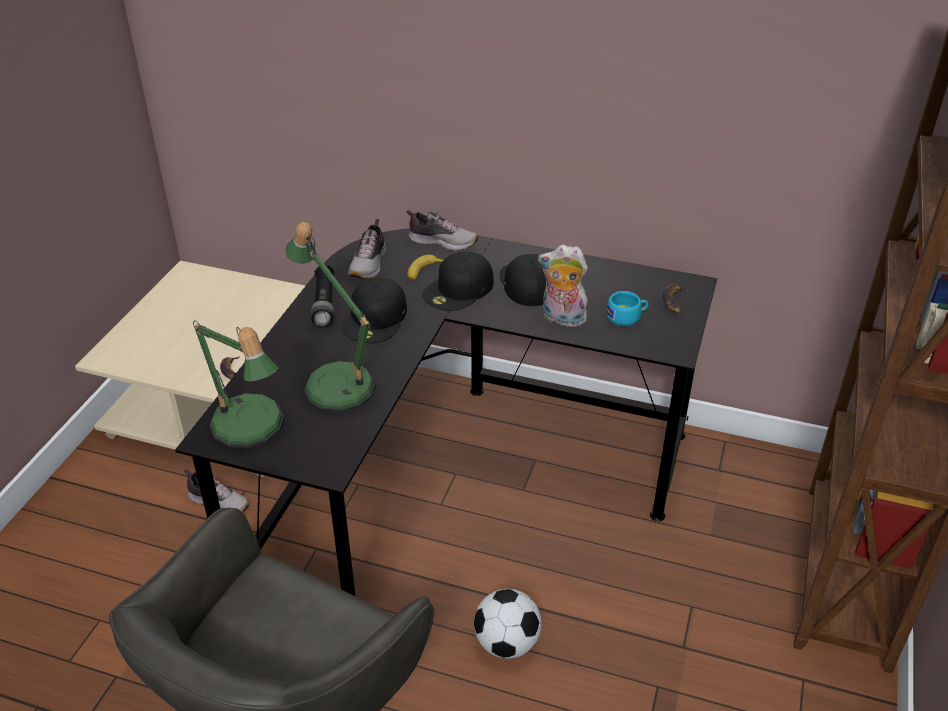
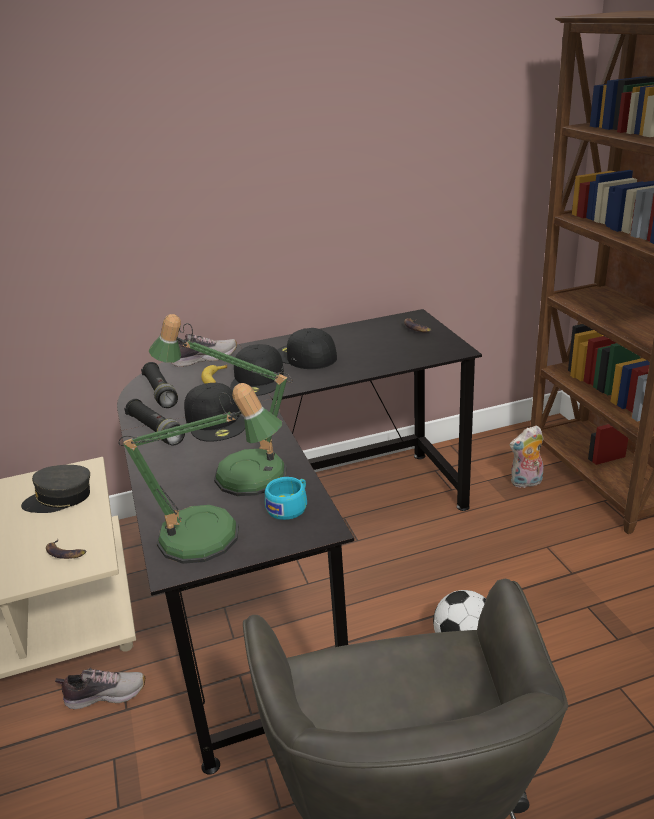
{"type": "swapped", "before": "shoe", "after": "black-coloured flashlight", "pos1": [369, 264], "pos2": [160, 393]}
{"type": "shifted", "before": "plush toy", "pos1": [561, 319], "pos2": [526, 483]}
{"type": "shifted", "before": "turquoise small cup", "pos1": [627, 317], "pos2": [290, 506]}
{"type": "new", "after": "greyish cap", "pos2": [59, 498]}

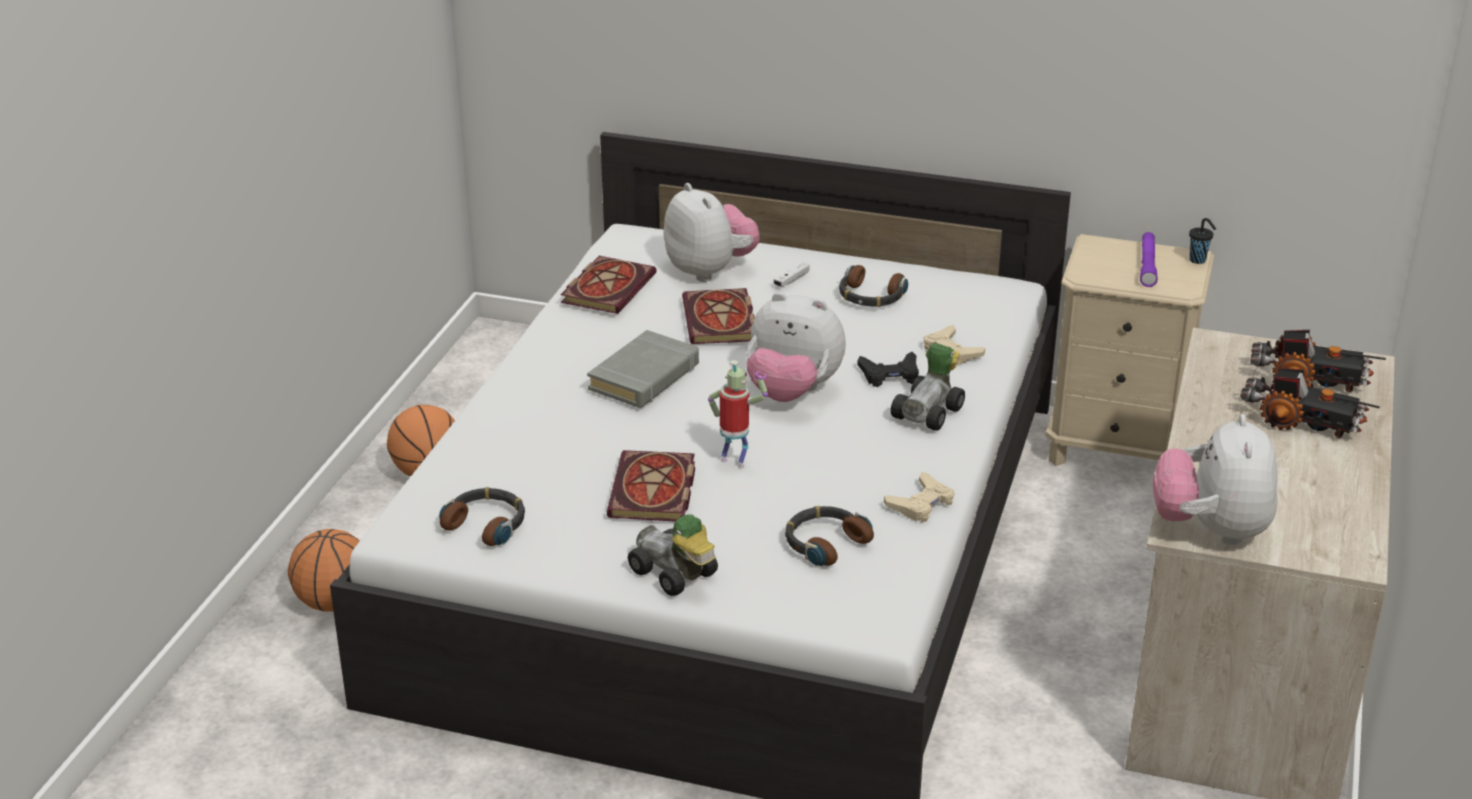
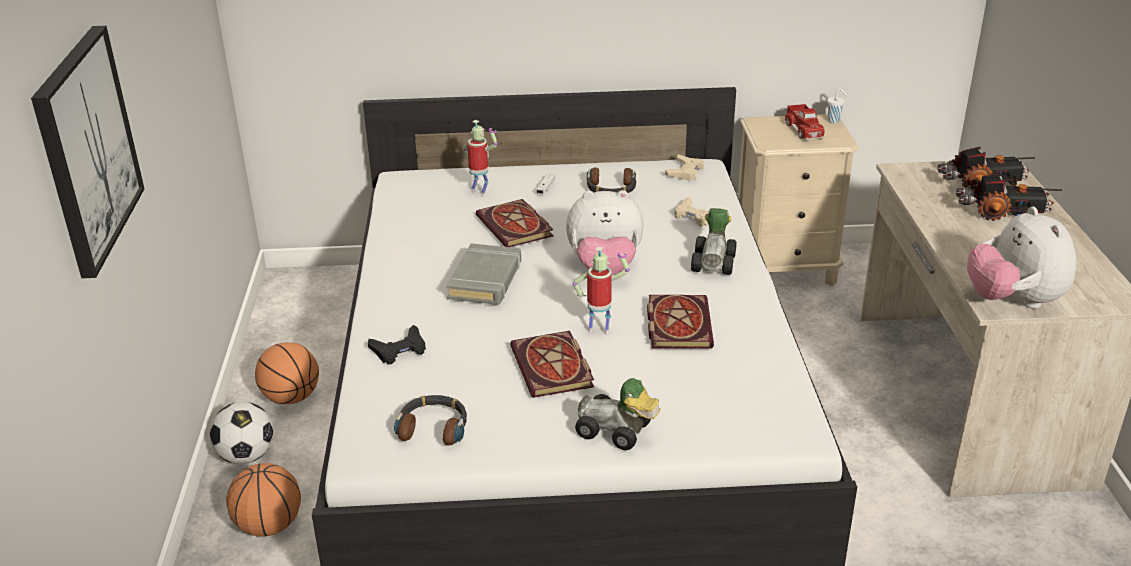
{"type": "shifted", "before": "book", "pos1": [607, 287], "pos2": [677, 324]}
{"type": "swapped", "before": "plush toy", "after": "toy robot", "pos1": [710, 271], "pos2": [480, 192]}
{"type": "gone", "before": "headphones", "pos1": [825, 542]}
{"type": "shifted", "before": "black-coloured game controller", "pos1": [890, 375], "pos2": [399, 350]}
{"type": "shifted", "before": "beige game controller", "pos1": [921, 504], "pos2": [685, 172]}
{"type": "swapped", "before": "purplish flashlight", "after": "model truck", "pos1": [1147, 265], "pos2": [804, 130]}
{"type": "repainted", "before": "black-coloured small cup", "after": "white-coloured small cup", "pos1": [1198, 260], "pos2": [834, 121]}
{"type": "new", "after": "wall art", "pos2": [87, 149]}
{"type": "new", "after": "football", "pos2": [246, 456]}

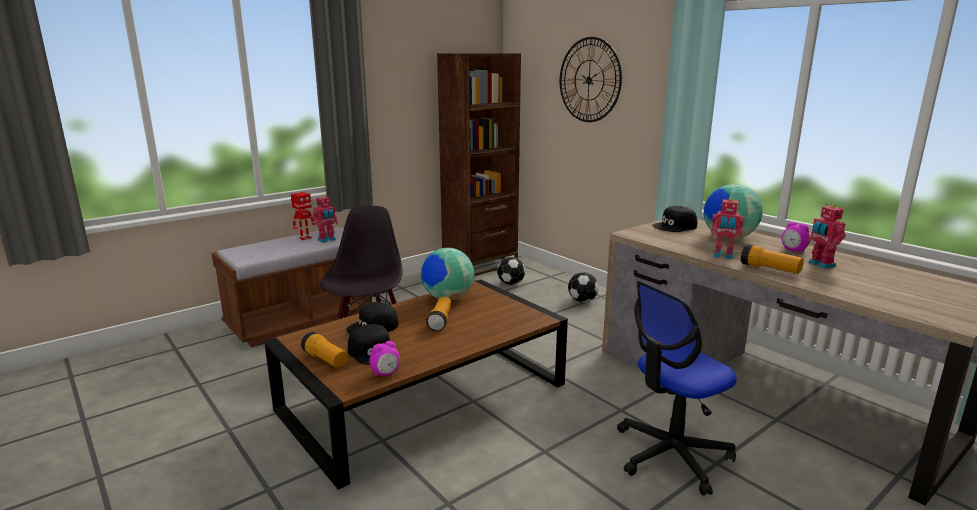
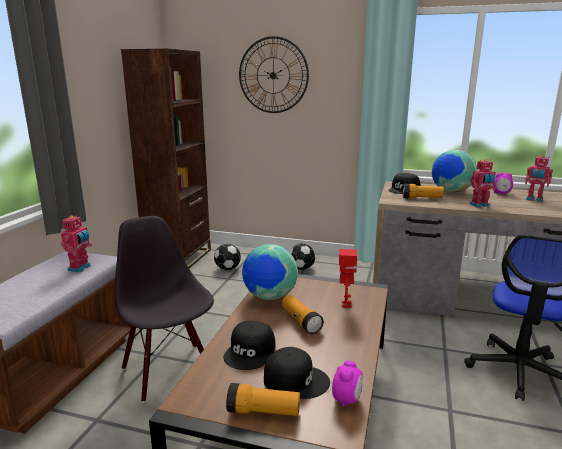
{"type": "shifted", "before": "toy robot", "pos1": [305, 238], "pos2": [345, 304]}
{"type": "shifted", "before": "flashlight", "pos1": [770, 269], "pos2": [422, 198]}

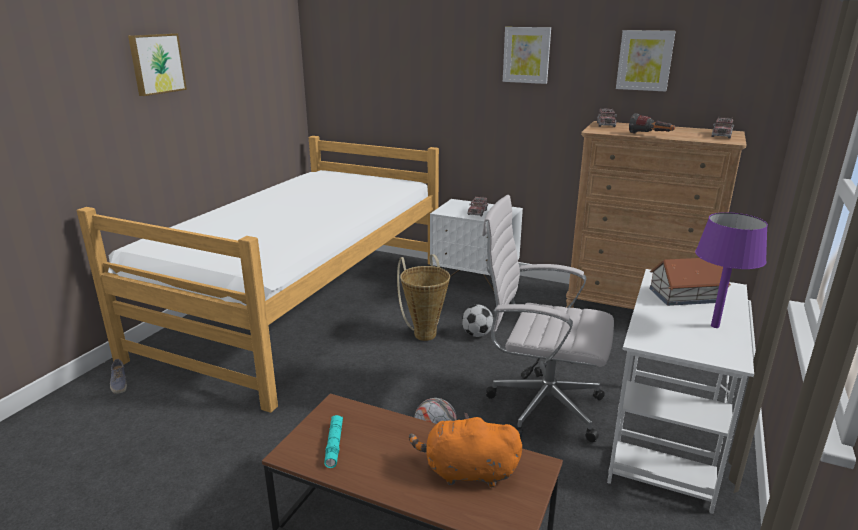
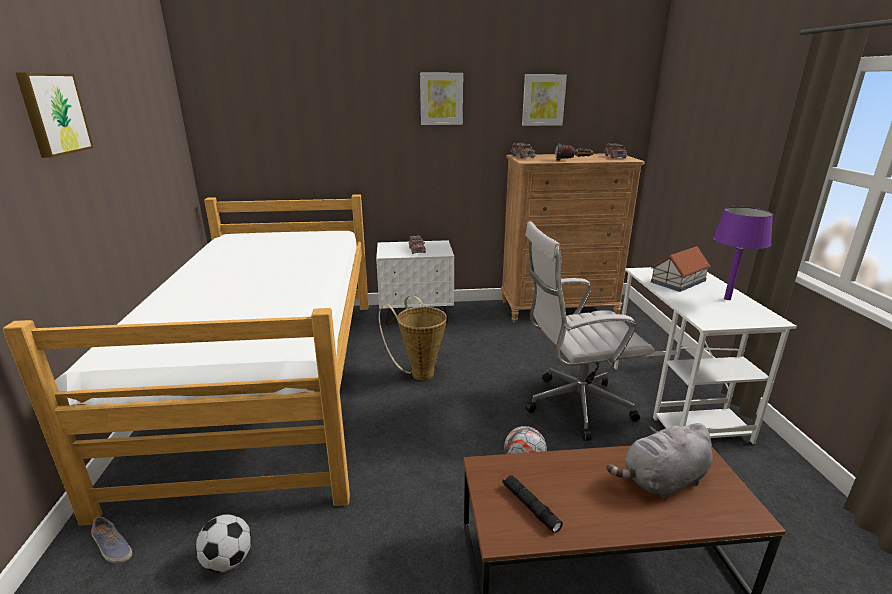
{"type": "repainted", "before": "turquoise flashlight", "after": "black-coloured flashlight", "pos1": [334, 444], "pos2": [530, 507]}
{"type": "repainted", "before": "orange-coloured plush toy", "after": "greyish plush toy", "pos1": [466, 472], "pos2": [662, 481]}
{"type": "shifted", "before": "football", "pos1": [477, 334], "pos2": [228, 561]}

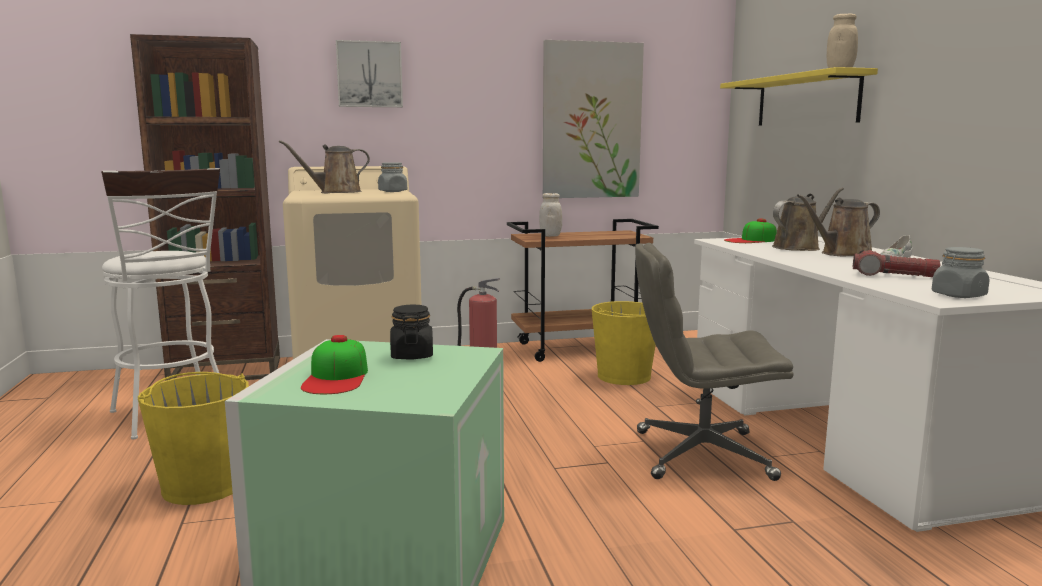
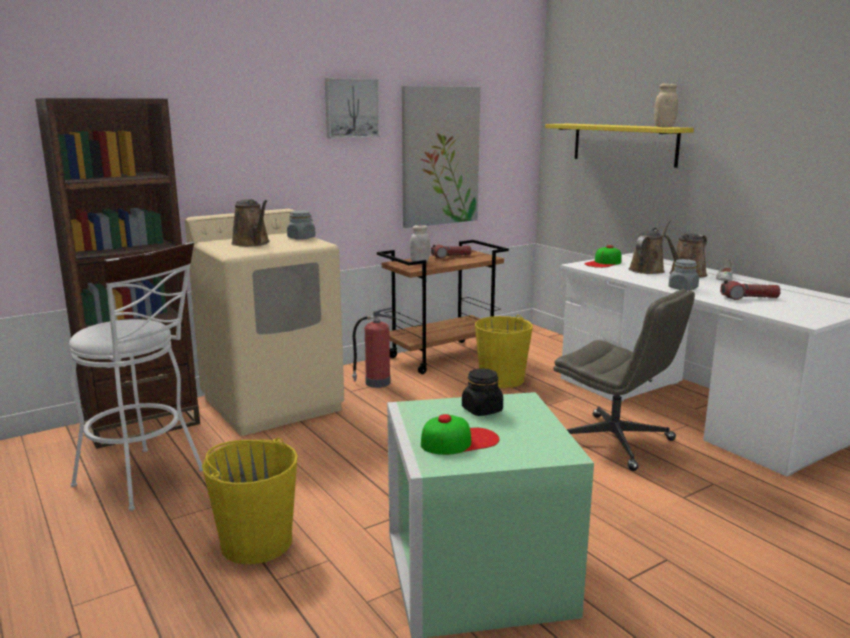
{"type": "rotated", "before": "brownish watering can", "pos1": [336, 192], "pos2": [252, 243], "turn": -75}
{"type": "rotated", "before": "cap", "pos1": [336, 377], "pos2": [459, 441], "turn": -90}
{"type": "shifted", "before": "wall art", "pos1": [369, 74], "pos2": [351, 108]}
{"type": "rotated", "before": "greyish desk chair", "pos1": [700, 455], "pos2": [615, 442], "turn": -120}
{"type": "shifted", "before": "greyish storage jar", "pos1": [958, 295], "pos2": [683, 288]}
{"type": "new", "after": "flashlight", "pos2": [451, 256]}

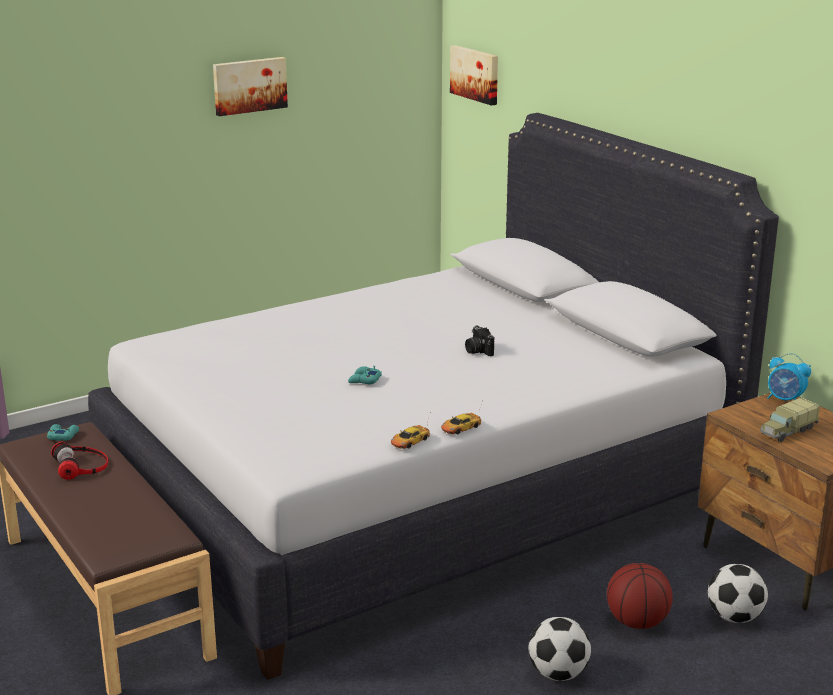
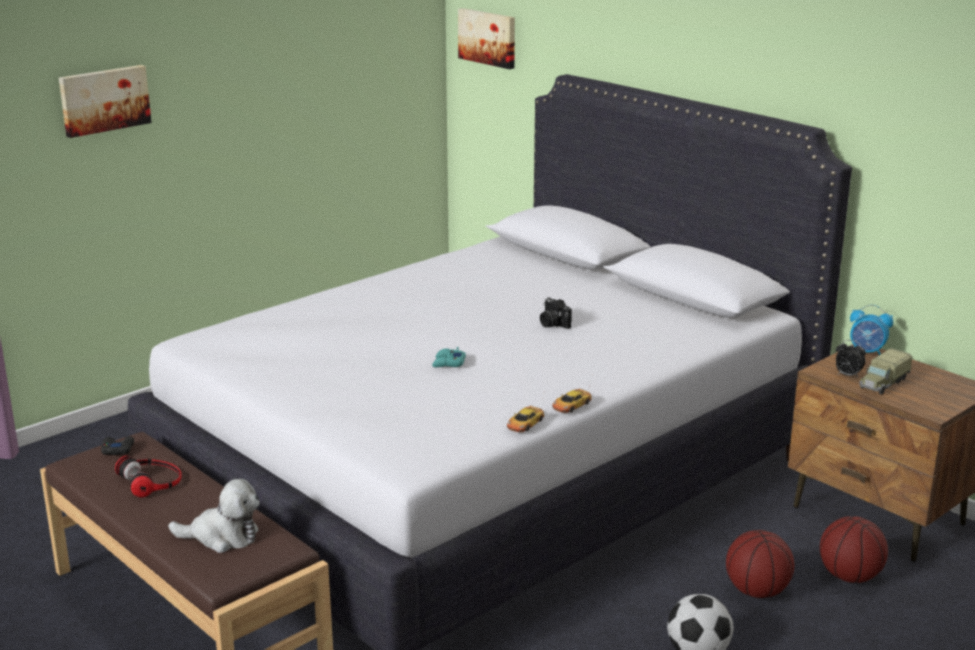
{"type": "repainted", "before": "turquoise game controller", "after": "black-coloured game controller", "pos1": [63, 436], "pos2": [117, 449]}
{"type": "shifted", "before": "wall art", "pos1": [249, 85], "pos2": [104, 100]}
{"type": "swapped", "before": "football", "after": "basketball ball", "pos1": [734, 617], "pos2": [849, 576]}
{"type": "new", "after": "plush toy", "pos2": [222, 536]}
{"type": "new", "after": "alarm clock", "pos2": [847, 375]}

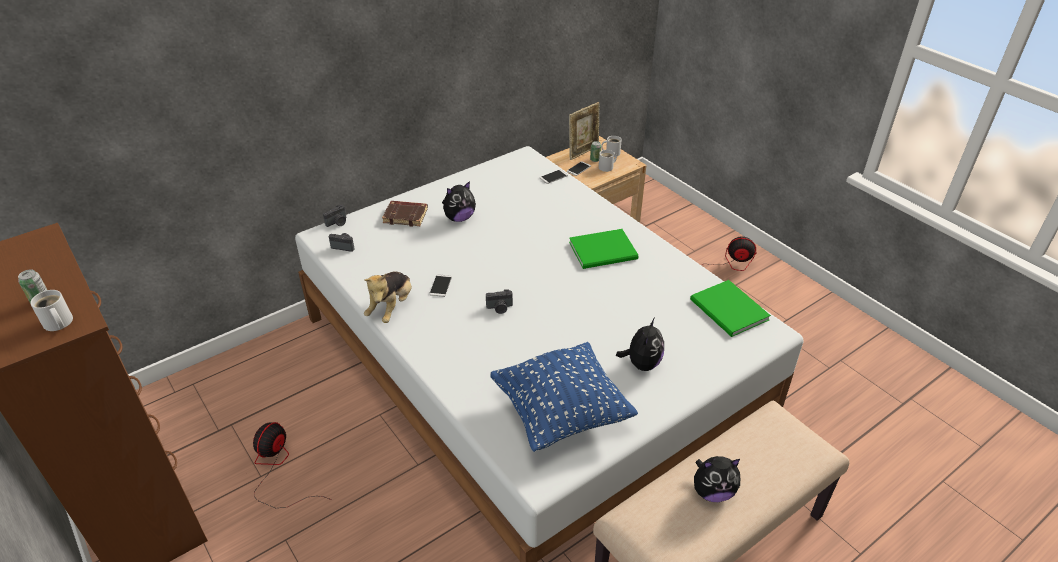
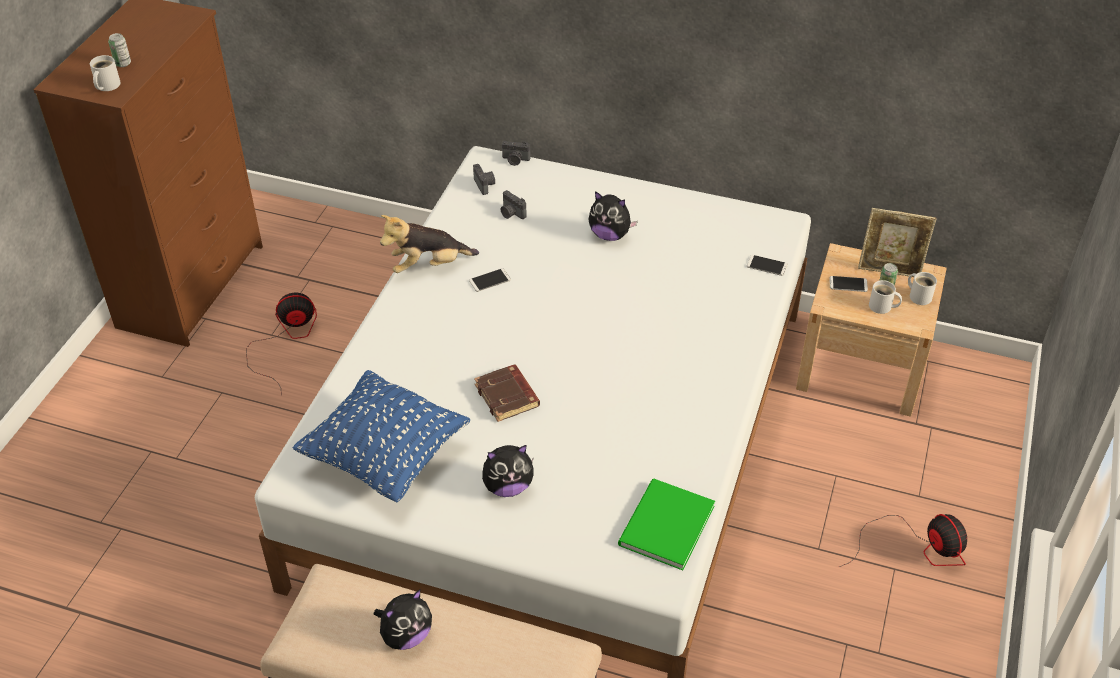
{"type": "shifted", "before": "brownish book", "pos1": [406, 216], "pos2": [508, 396]}
{"type": "shifted", "before": "still camera", "pos1": [499, 308], "pos2": [511, 213]}
{"type": "gone", "before": "green book", "pos1": [605, 251]}
{"type": "rotated", "before": "plush toy", "pos1": [712, 492], "pos2": [406, 636], "turn": -90}

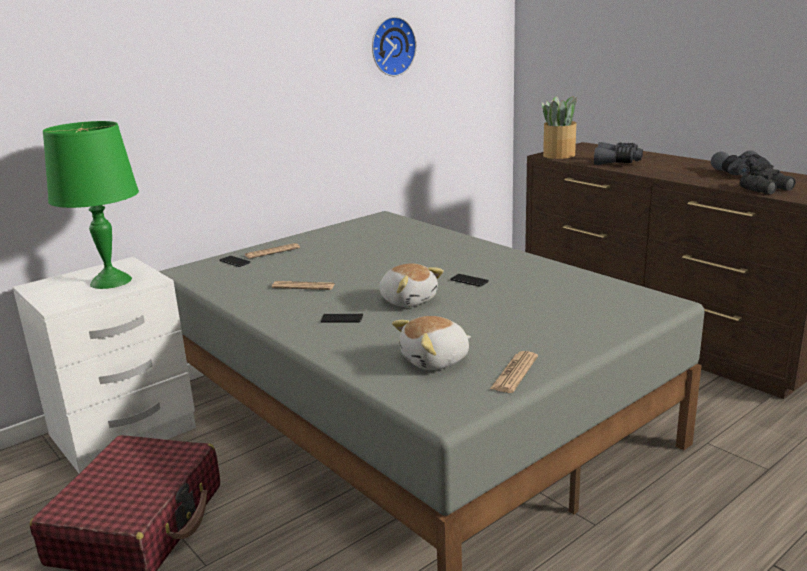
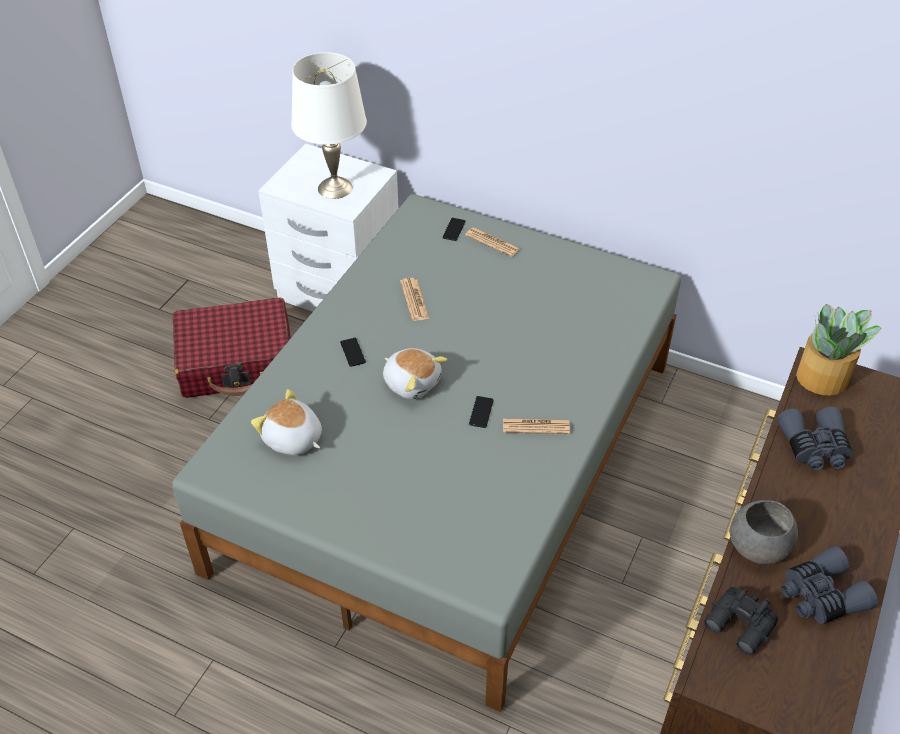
{"type": "repainted", "before": "green tabletop lamp", "after": "white-coloured tabletop lamp", "pos1": [111, 281], "pos2": [335, 188]}
{"type": "gone", "before": "wall clock", "pos1": [391, 46]}
{"type": "rotated", "before": "plush toy", "pos1": [408, 300], "pos2": [412, 382], "turn": -75}
{"type": "shifted", "before": "newspaper", "pos1": [514, 373], "pos2": [536, 426]}
{"type": "new", "after": "greyish serving bowl", "pos2": [759, 545]}

